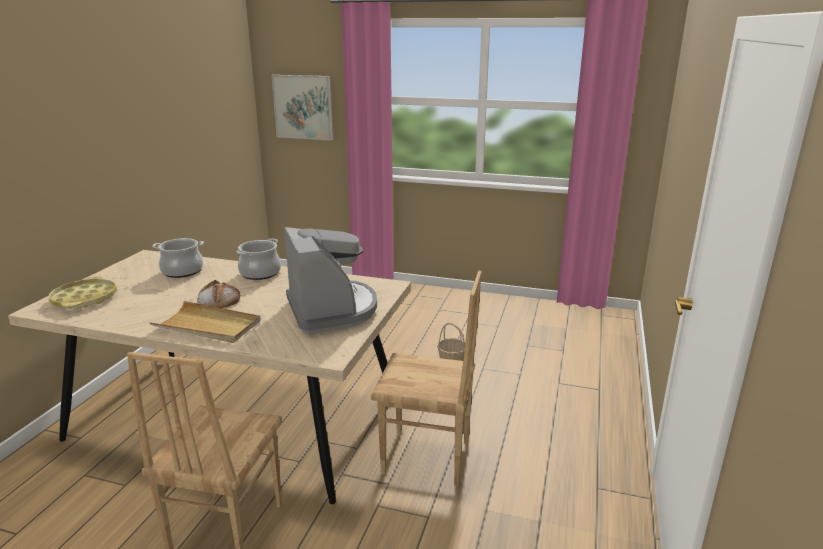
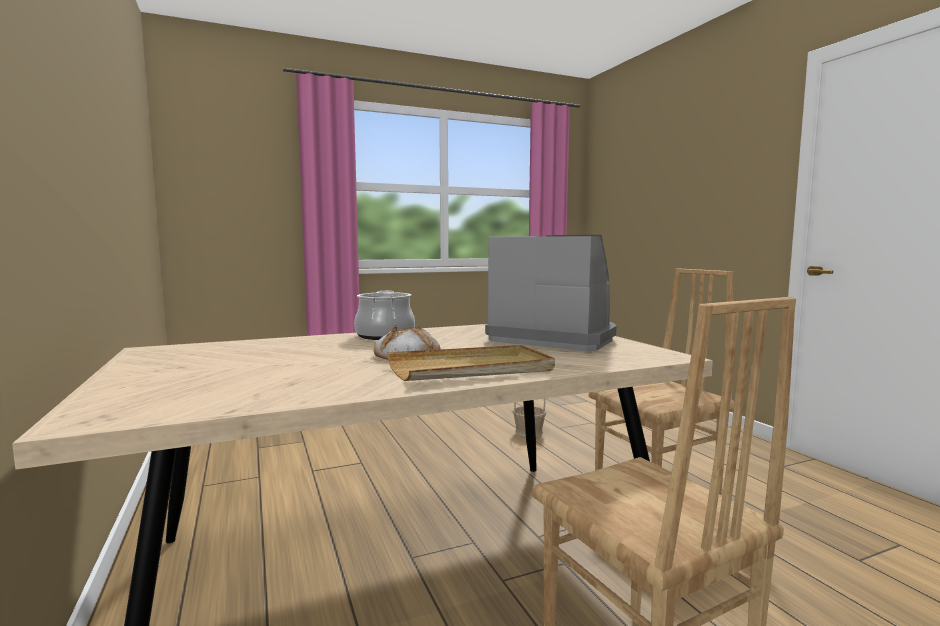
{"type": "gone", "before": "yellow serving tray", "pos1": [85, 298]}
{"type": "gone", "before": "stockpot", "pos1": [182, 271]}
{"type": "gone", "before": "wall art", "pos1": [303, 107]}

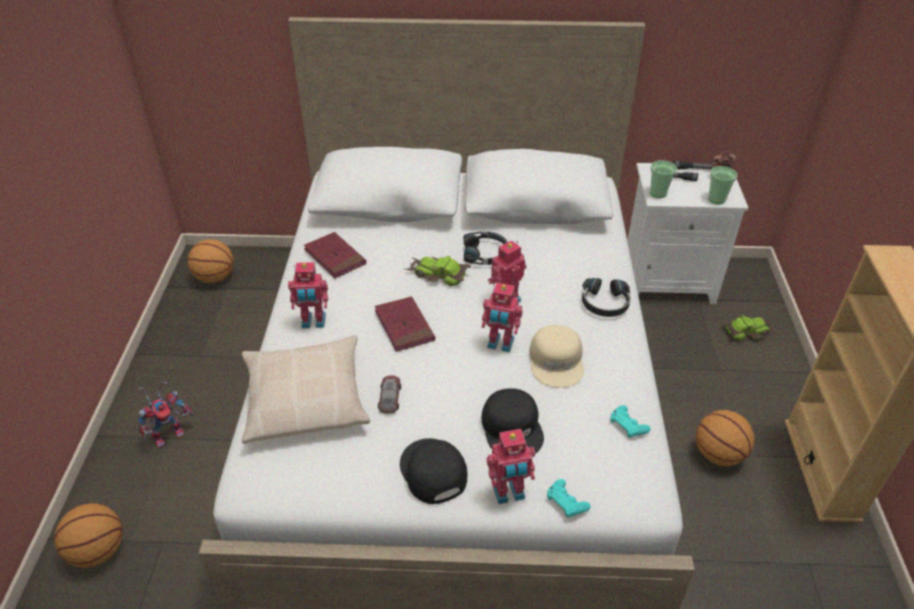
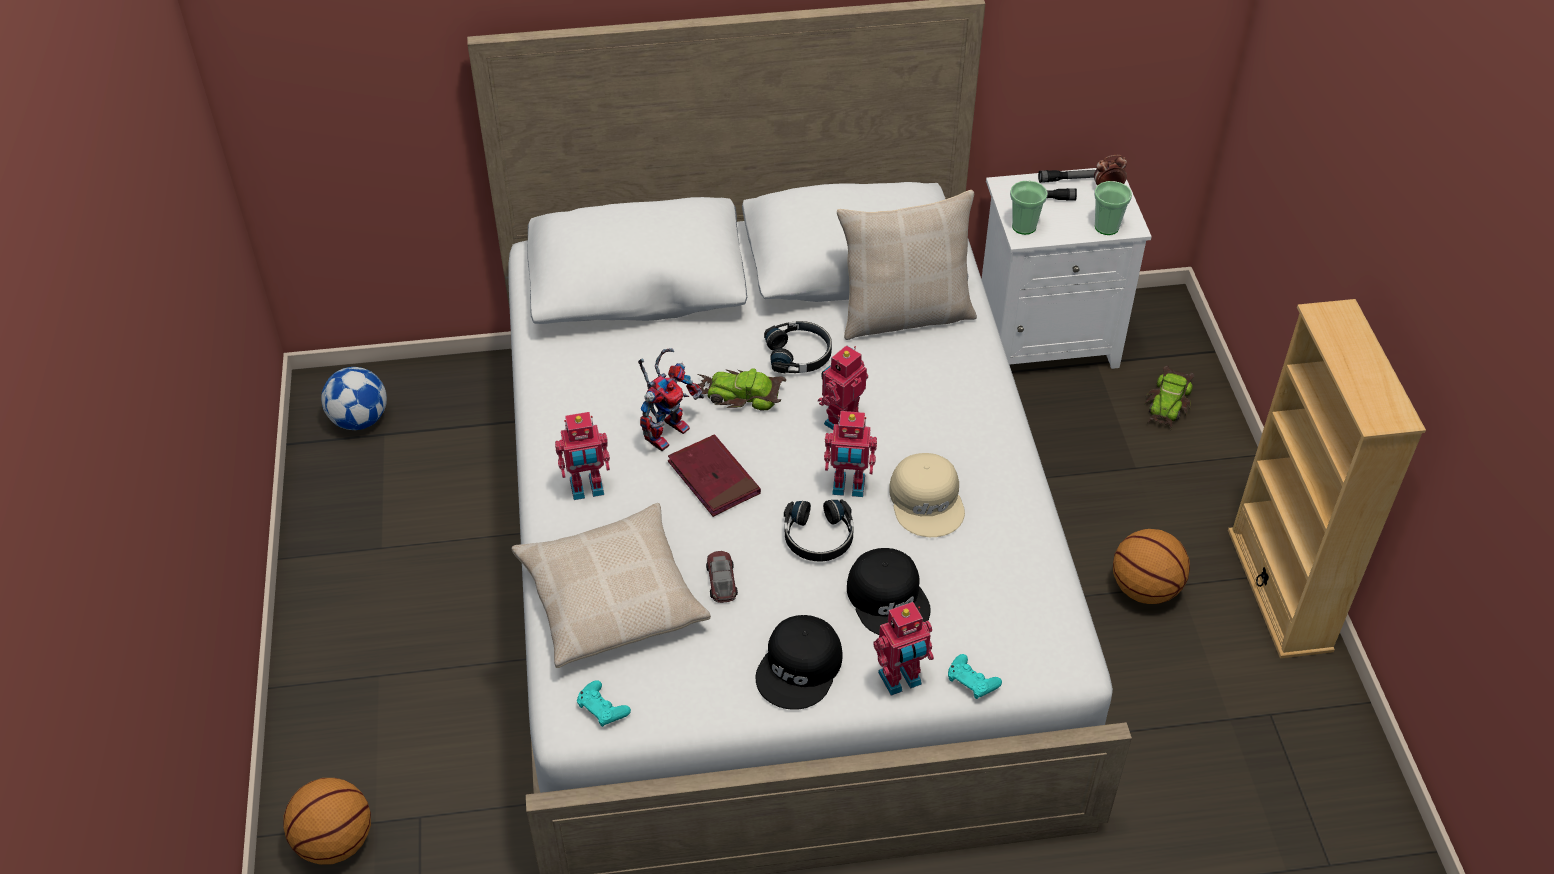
{"type": "shifted", "before": "toy robot", "pos1": [170, 433], "pos2": [667, 429]}
{"type": "swapped", "before": "basketball ball", "after": "football", "pos1": [215, 277], "pos2": [360, 419]}
{"type": "gone", "before": "red book", "pos1": [335, 257]}
{"type": "rotated", "before": "black-coloured cap", "pos1": [432, 472], "pos2": [800, 668], "turn": -120}
{"type": "shifted", "before": "black-coloured headphones", "pos1": [605, 303], "pos2": [818, 537]}
{"type": "shifted", "before": "turquoise game controller", "pos1": [628, 425], "pos2": [602, 708]}
{"type": "rotated", "before": "model car", "pos1": [748, 330], "pos2": [1168, 403], "turn": 135}
{"type": "new", "after": "beige pillow", "pos2": [905, 314]}

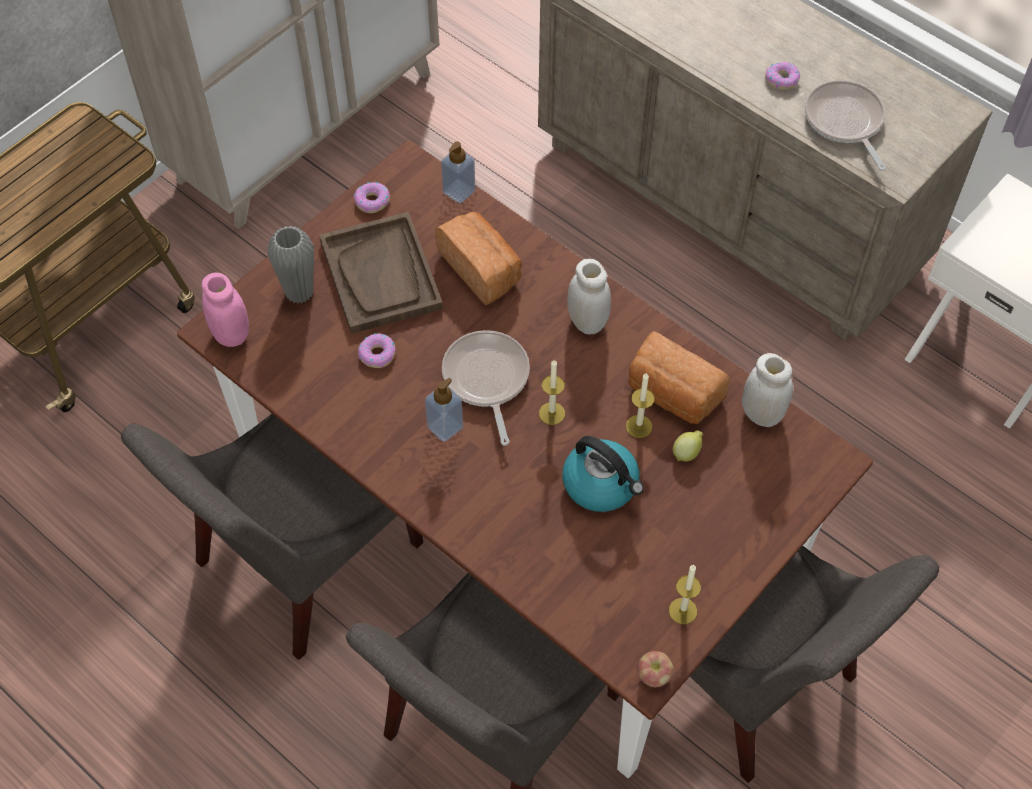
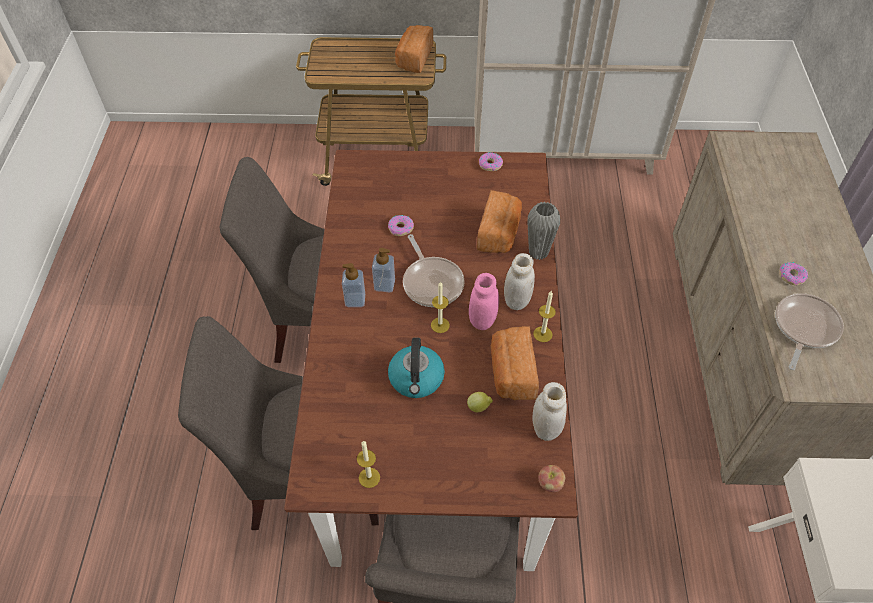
{"type": "shifted", "before": "pink-coloured storage jar", "pos1": [231, 334], "pos2": [482, 320]}
{"type": "shifted", "before": "greyish vase", "pos1": [299, 292], "pos2": [538, 252]}
{"type": "gone", "before": "brownish serving tray", "pos1": [381, 275]}
{"type": "shifted", "before": "liquid soap bottle", "pos1": [459, 191], "pos2": [355, 300]}
{"type": "rotated", "before": "skillet", "pos1": [486, 379], "pos2": [432, 282], "turn": 120}
{"type": "shifted", "before": "wax candle", "pos1": [639, 426], "pos2": [542, 334]}
{"type": "shifted", "before": "apple", "pos1": [654, 675], "pos2": [550, 484]}
{"type": "new", "after": "bakery bread", "pos2": [413, 59]}

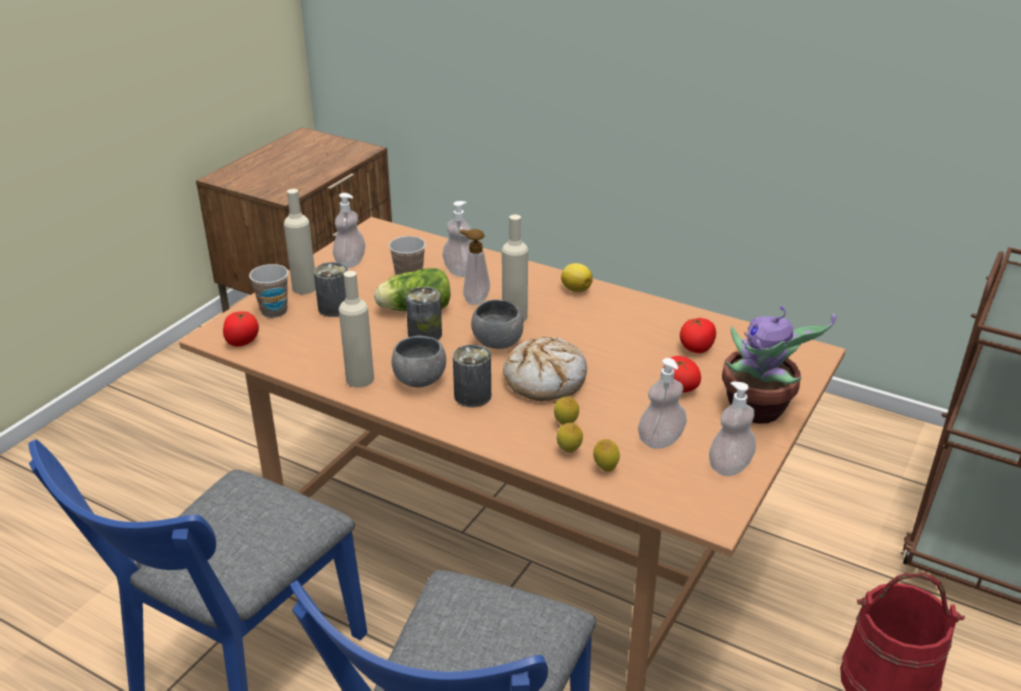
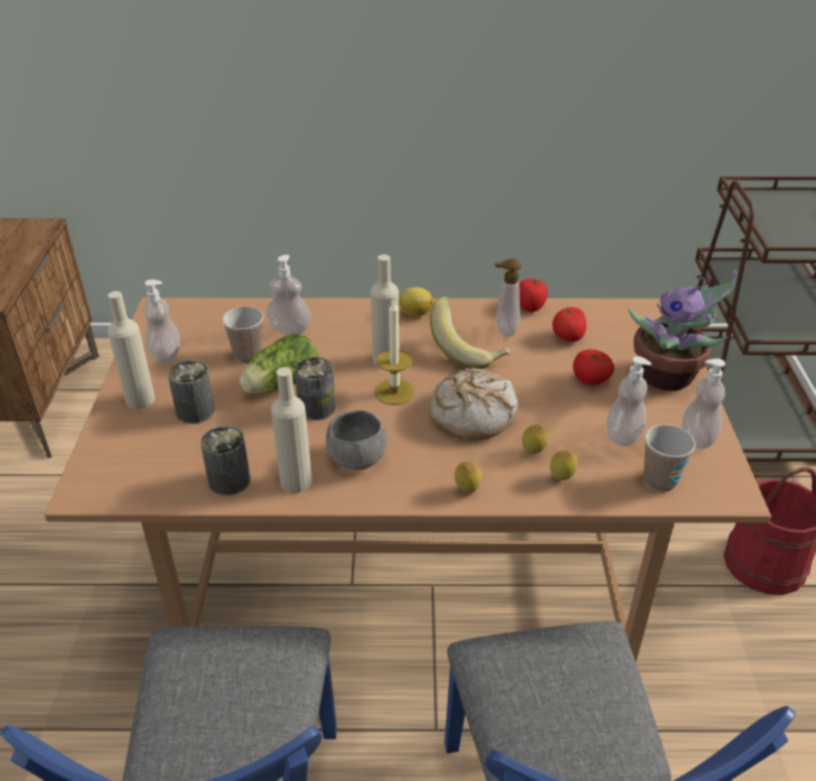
{"type": "shifted", "before": "fresh tomato", "pos1": [242, 341], "pos2": [530, 307]}
{"type": "shifted", "before": "small cup", "pos1": [274, 311], "pos2": [659, 481]}
{"type": "shifted", "before": "metal can", "pos1": [472, 396], "pos2": [229, 481]}
{"type": "shifted", "before": "liquid soap bottle", "pos1": [474, 300], "pos2": [504, 331]}
{"type": "swapped", "before": "greyish serving bowl", "after": "wax candle", "pos1": [497, 342], "pos2": [394, 392]}
{"type": "shifted", "before": "citrus fruit", "pos1": [605, 469], "pos2": [467, 490]}
{"type": "new", "after": "banana", "pos2": [468, 351]}

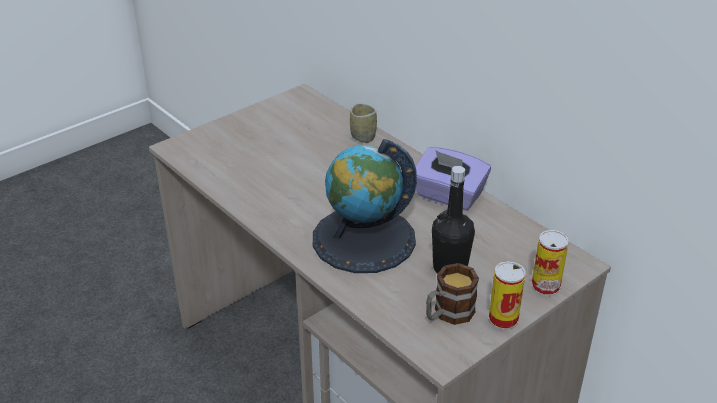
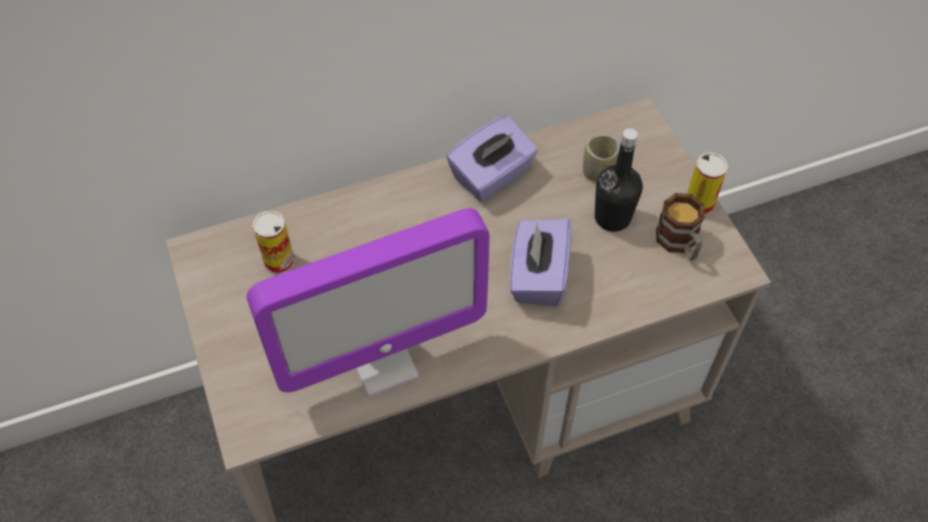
{"type": "swapped", "before": "desk globe", "after": "purplish tissue box", "pos1": [364, 239], "pos2": [538, 276]}
{"type": "shifted", "before": "small cup", "pos1": [363, 137], "pos2": [598, 172]}
{"type": "shifted", "before": "metal can", "pos1": [545, 286], "pos2": [279, 261]}
{"type": "new", "after": "computer screen", "pos2": [382, 362]}

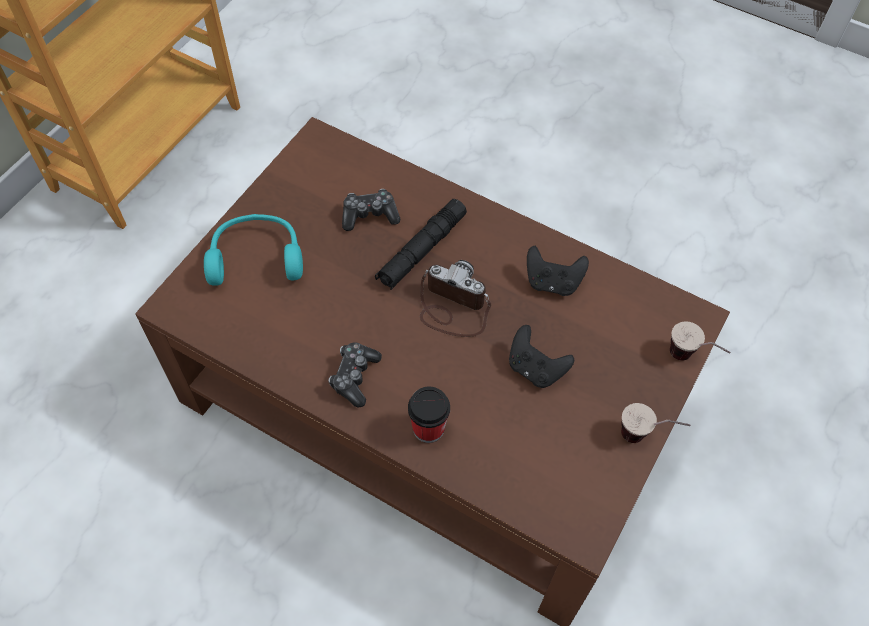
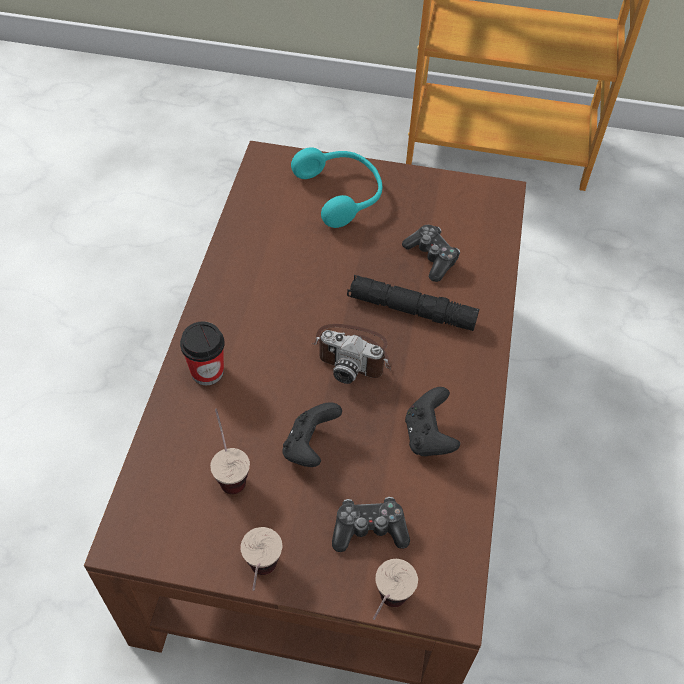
{"type": "shifted", "before": "game controller", "pos1": [354, 377], "pos2": [369, 529]}
{"type": "rotated", "before": "still camera", "pos1": [452, 307], "pos2": [353, 354], "turn": 105}
{"type": "new", "after": "small cup", "pos2": [229, 469]}

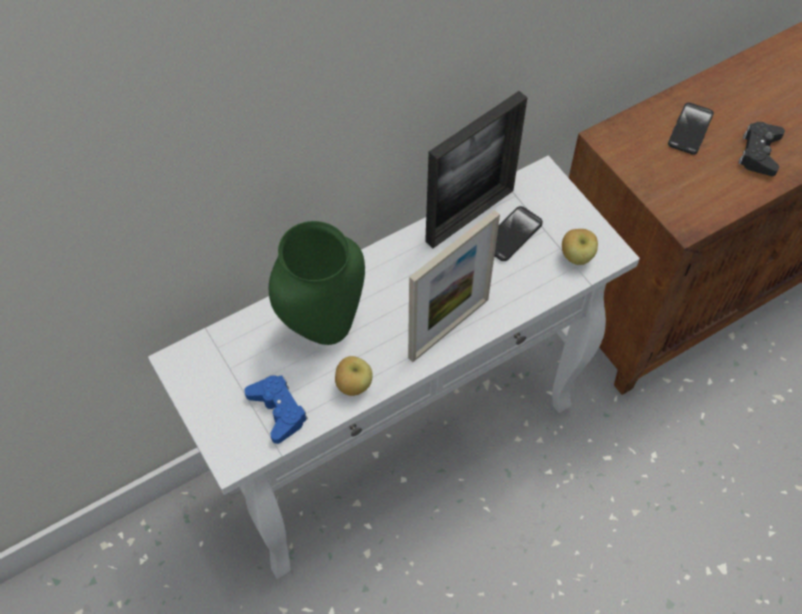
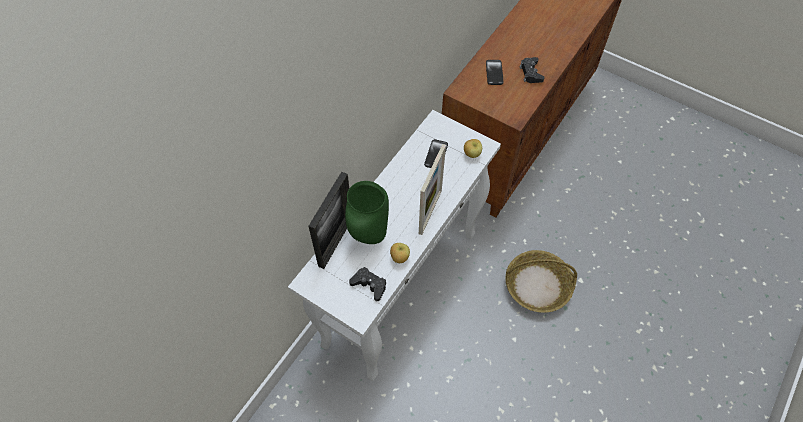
{"type": "repainted", "before": "bluish game controller", "after": "black-coloured game controller", "pos1": [278, 410], "pos2": [369, 285]}
{"type": "shifted", "before": "photo frame", "pos1": [470, 215], "pos2": [336, 241]}
{"type": "new", "after": "household basket", "pos2": [536, 286]}

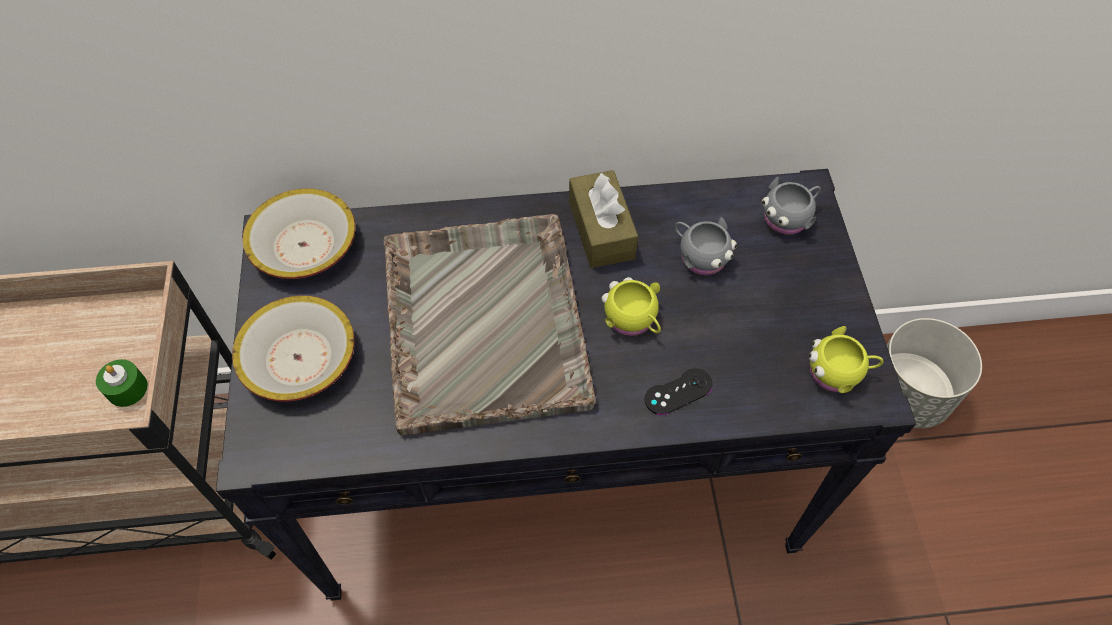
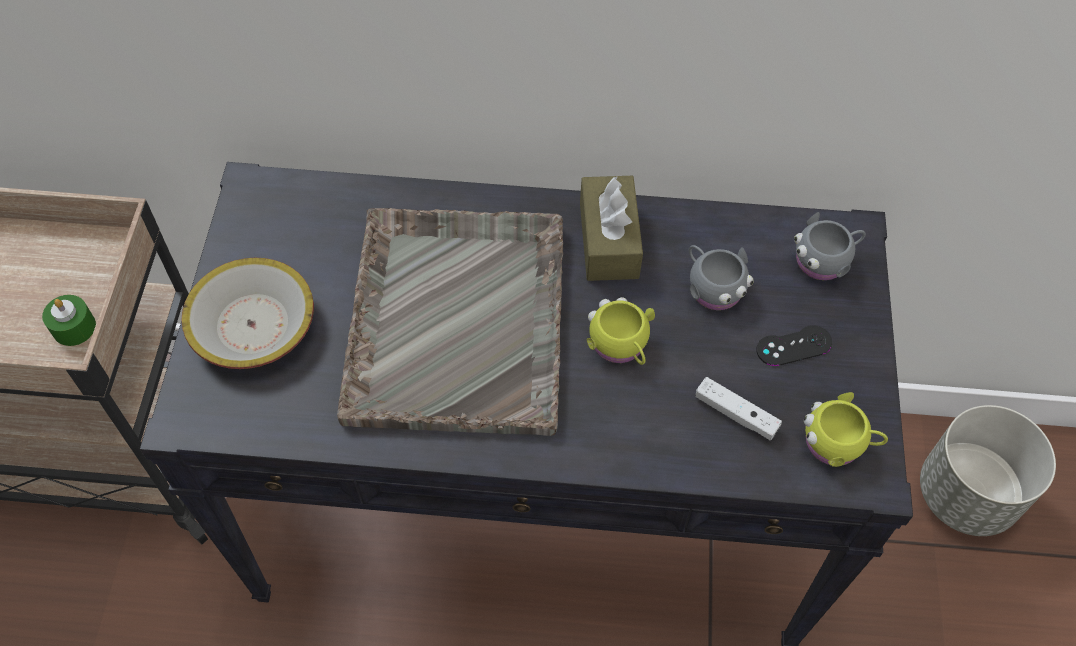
{"type": "gone", "before": "serving bowl", "pos1": [303, 245]}
{"type": "shifted", "before": "black-coloured game controller", "pos1": [678, 392], "pos2": [794, 346]}
{"type": "new", "after": "white-coloured game controller", "pos2": [736, 414]}

